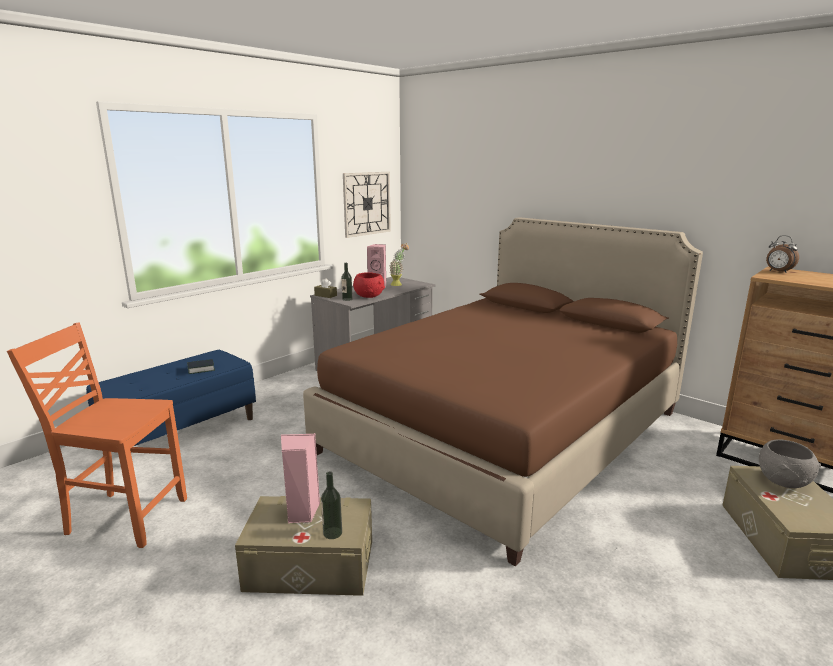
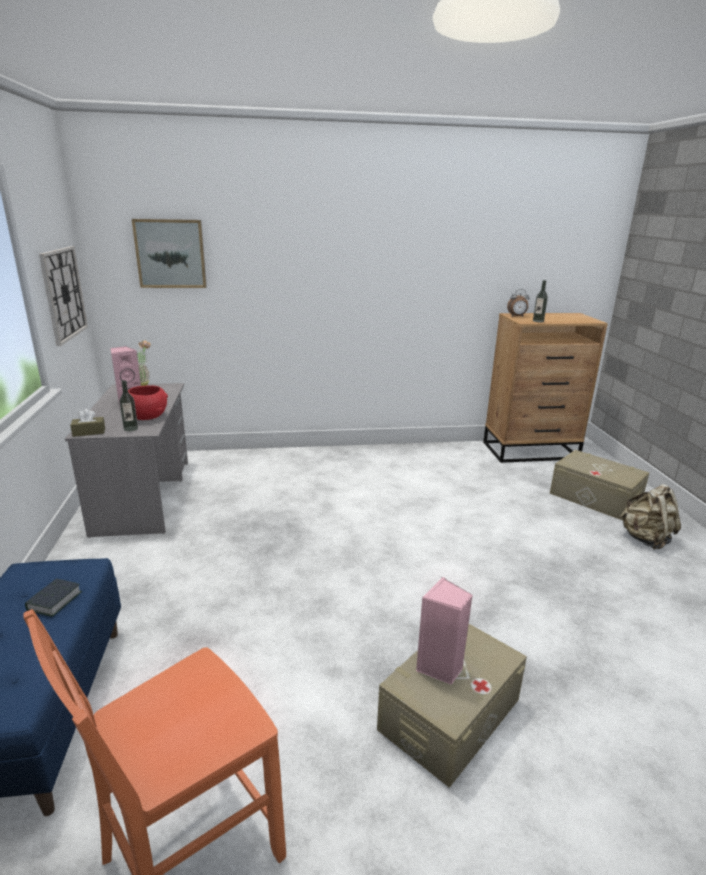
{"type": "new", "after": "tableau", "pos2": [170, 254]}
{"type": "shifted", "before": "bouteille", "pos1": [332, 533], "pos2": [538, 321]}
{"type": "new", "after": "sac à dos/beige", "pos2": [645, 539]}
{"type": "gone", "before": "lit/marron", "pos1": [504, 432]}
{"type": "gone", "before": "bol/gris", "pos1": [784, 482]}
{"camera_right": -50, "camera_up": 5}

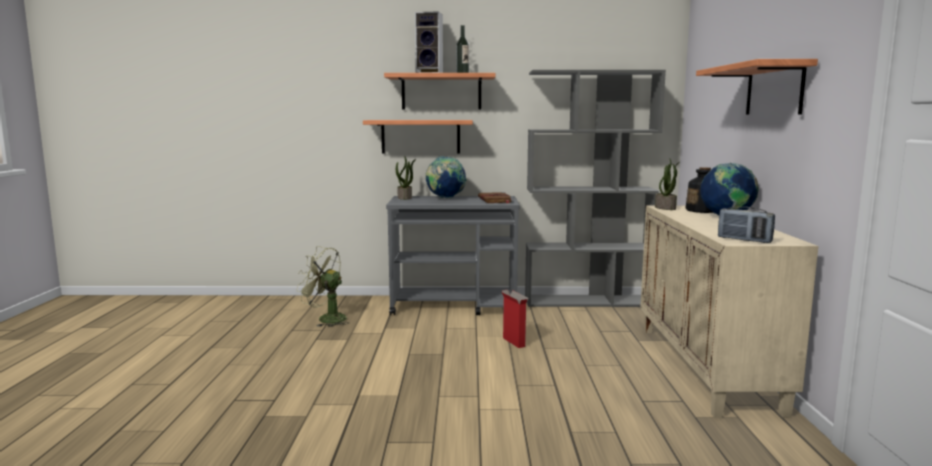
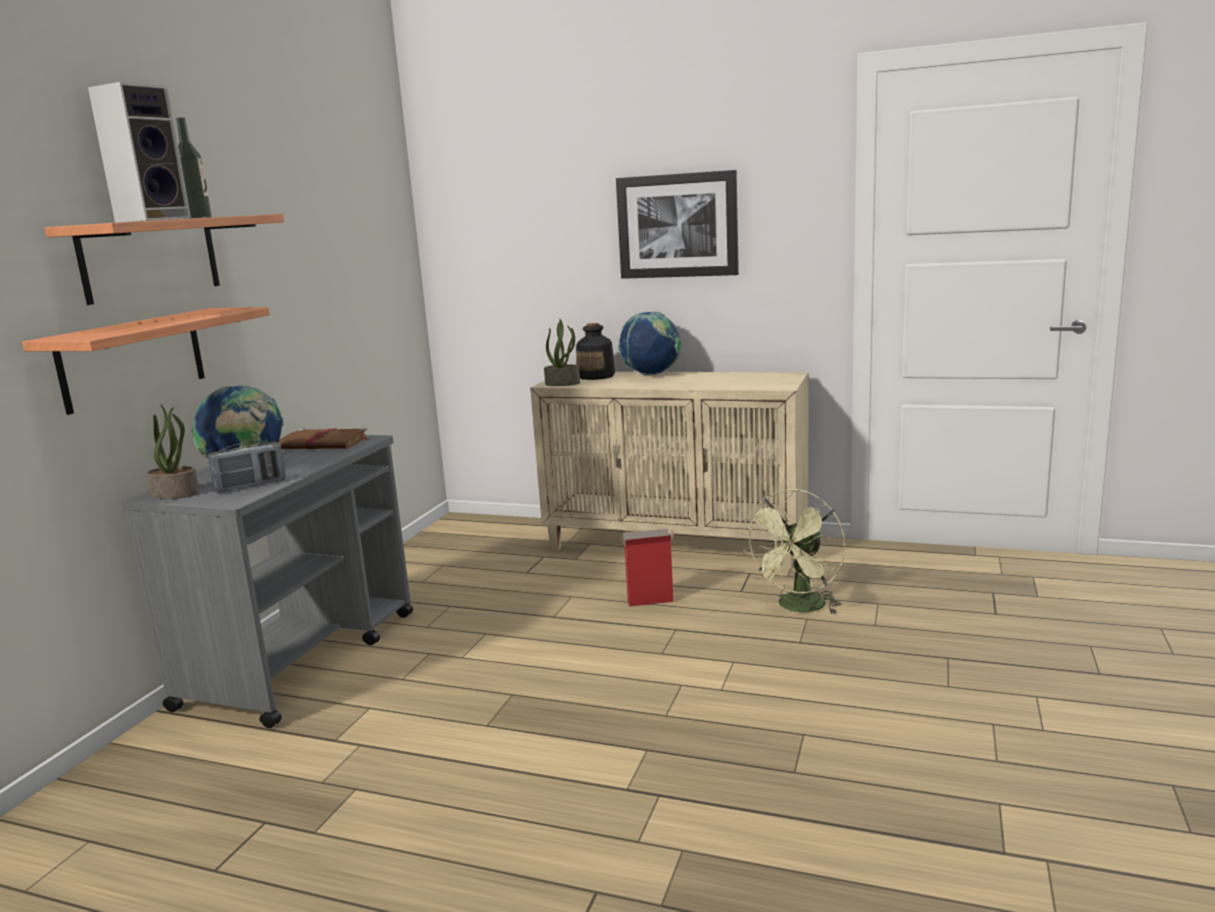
{"type": "shifted", "before": "radio", "pos1": [744, 240], "pos2": [250, 486]}
{"type": "swapped", "before": "étagère", "after": "tableau", "pos1": [774, 90], "pos2": [677, 226]}
{"type": "shifted", "before": "carton", "pos1": [513, 342], "pos2": [649, 602]}
{"type": "shifted", "before": "ventilateur/vert", "pos1": [326, 319], "pos2": [798, 608]}
{"type": "gone", "before": "bibliothèque/gris", "pos1": [587, 301]}
{"camera_right": -70, "camera_up": 5}

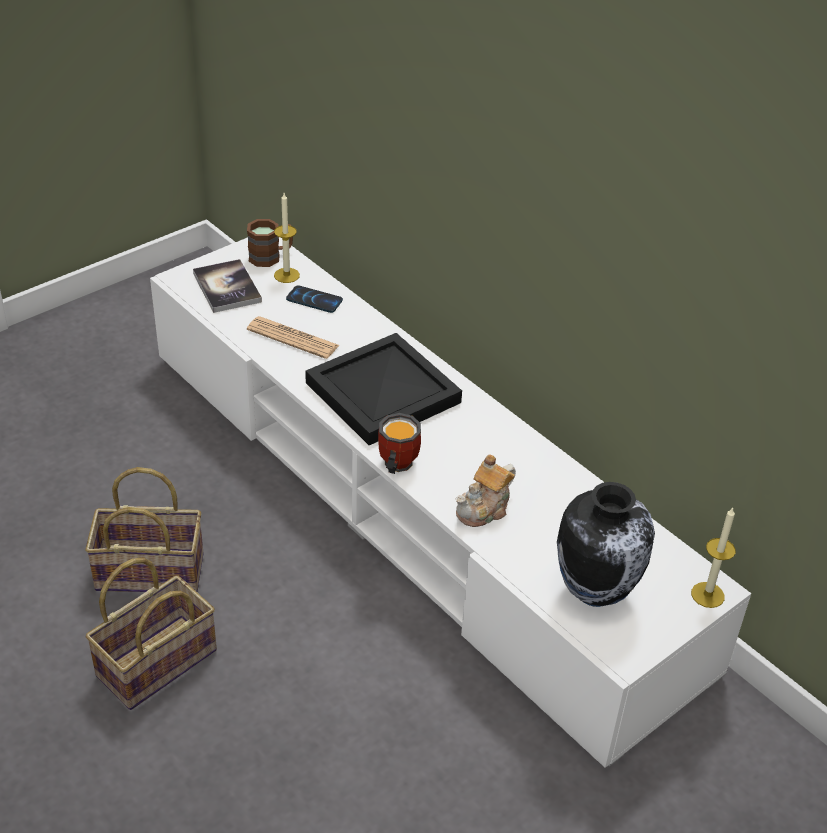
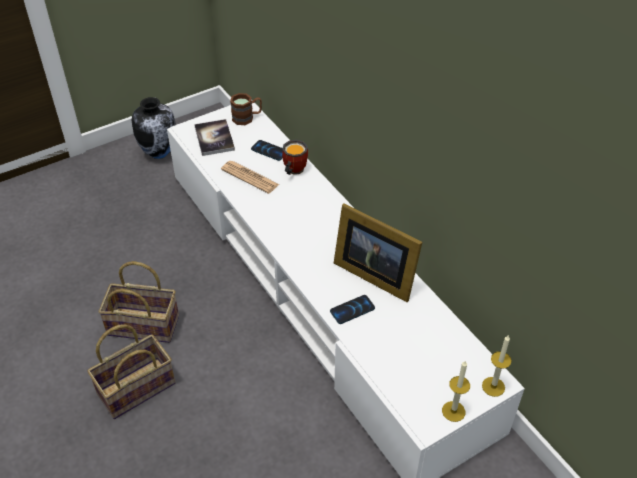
{"type": "shifted", "before": "vase", "pos1": [596, 592], "pos2": [160, 153]}
{"type": "shifted", "before": "mug", "pos1": [394, 465], "pos2": [293, 170]}
{"type": "swapped", "before": "théière", "after": "téléphone", "pos1": [484, 509], "pos2": [352, 310]}
{"type": "new", "after": "cadre photo", "pos2": [374, 273]}
{"type": "shifted", "before": "bougie", "pos1": [286, 275], "pos2": [453, 411]}
{"type": "gone", "before": "plateau/noir", "pos1": [385, 393]}
{"camera_right": 10, "camera_up": 5}

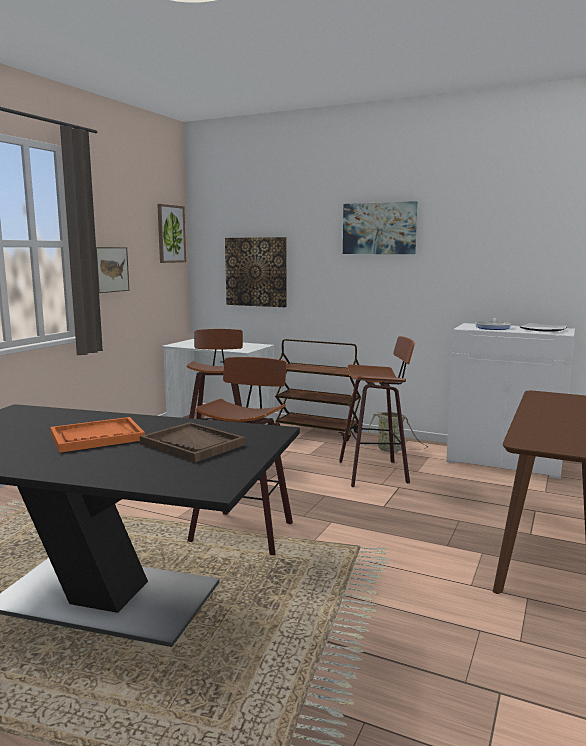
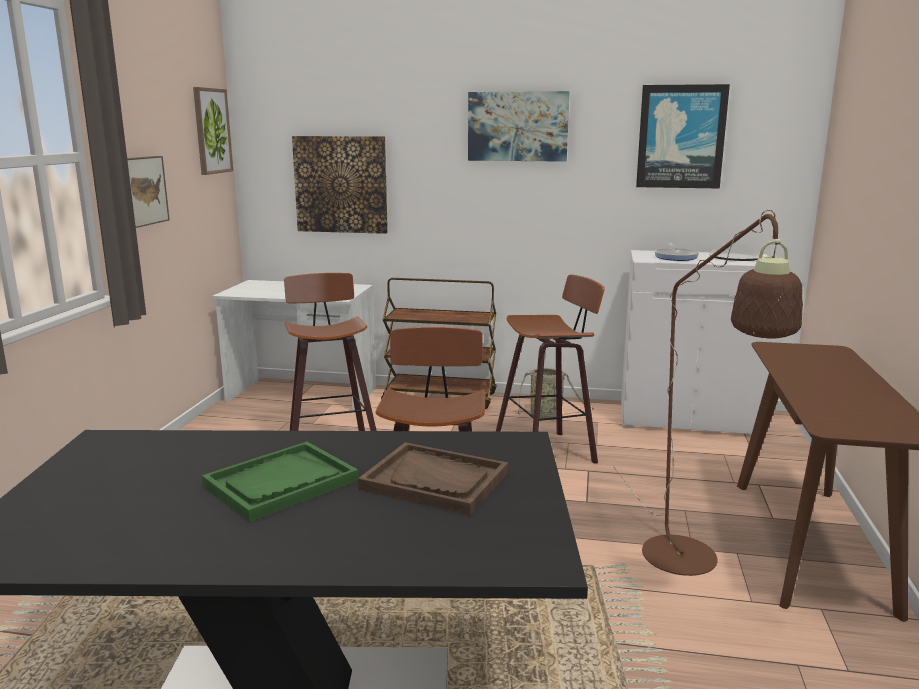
{"type": "repainted", "before": "plateau/orange", "after": "plateau/vert", "pos1": [97, 437], "pos2": [281, 483]}
{"type": "new", "after": "lampadaire/marron", "pos2": [688, 566]}
{"type": "new", "after": "tableau", "pos2": [681, 137]}
{"camera_right": -15, "camera_up": 5}

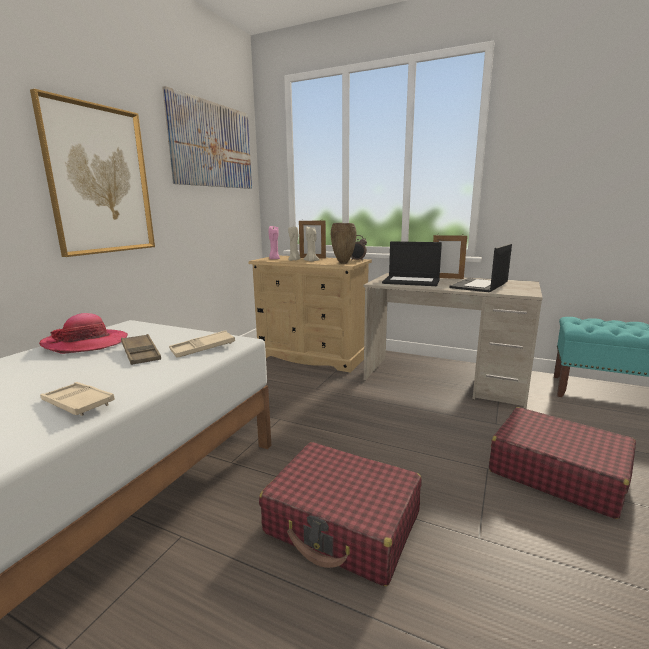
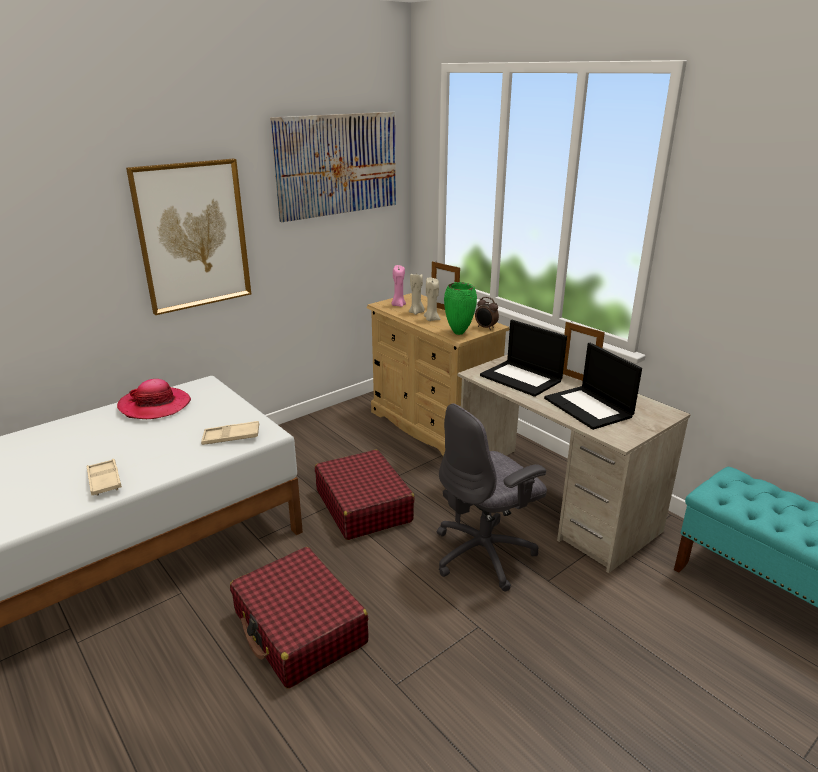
{"type": "shifted", "before": "valise/rouge", "pos1": [556, 472], "pos2": [363, 505]}
{"type": "new", "after": "chaise de bureau/gris", "pos2": [485, 554]}
{"type": "repainted", "before": "vase/marron", "after": "vase/vert", "pos1": [343, 263], "pos2": [459, 333]}
{"type": "rotated", "before": "ordinateur portable", "pos1": [479, 286], "pos2": [589, 407], "turn": -90}
{"type": "gone", "before": "plateau/marron", "pos1": [141, 353]}
{"camera_right": 25, "camera_up": 10}

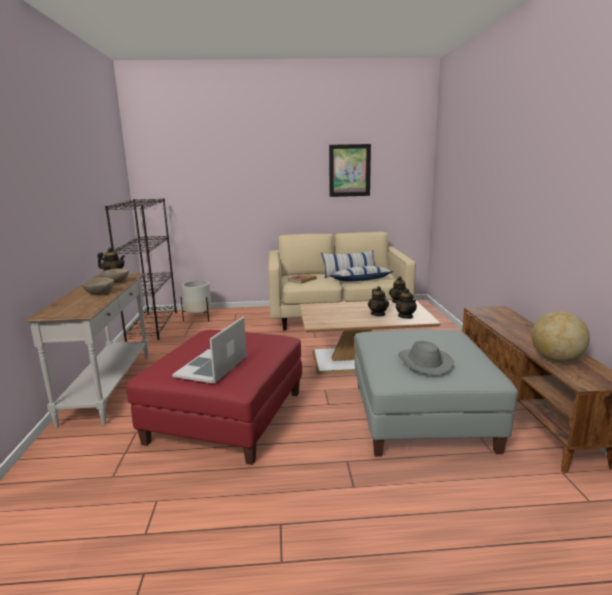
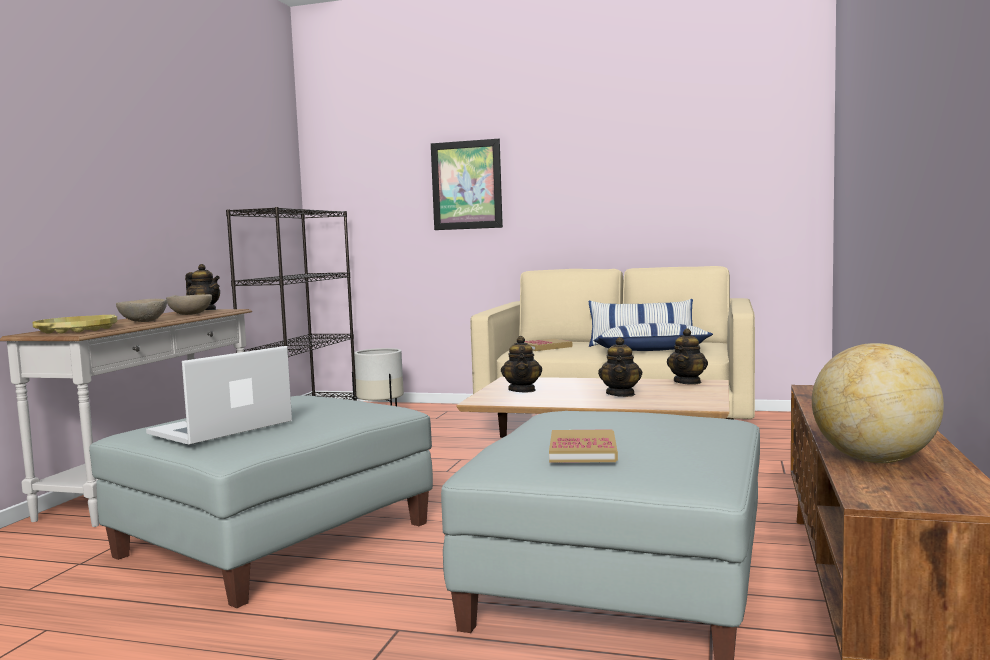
{"type": "new", "after": "plateau/jaune", "pos2": [77, 330]}
{"type": "repainted", "before": "pouf/rouge", "after": "pouf/gris", "pos1": [227, 417], "pos2": [275, 540]}
{"type": "shifted", "before": "tableau", "pos1": [349, 170], "pos2": [466, 185]}
{"type": "shifted", "before": "théière", "pos1": [405, 316], "pos2": [522, 390]}
{"type": "swapped", "before": "chapeau/gris", "after": "livre", "pos1": [423, 363], "pos2": [583, 450]}
{"camera_right": 20, "camera_up": -10}

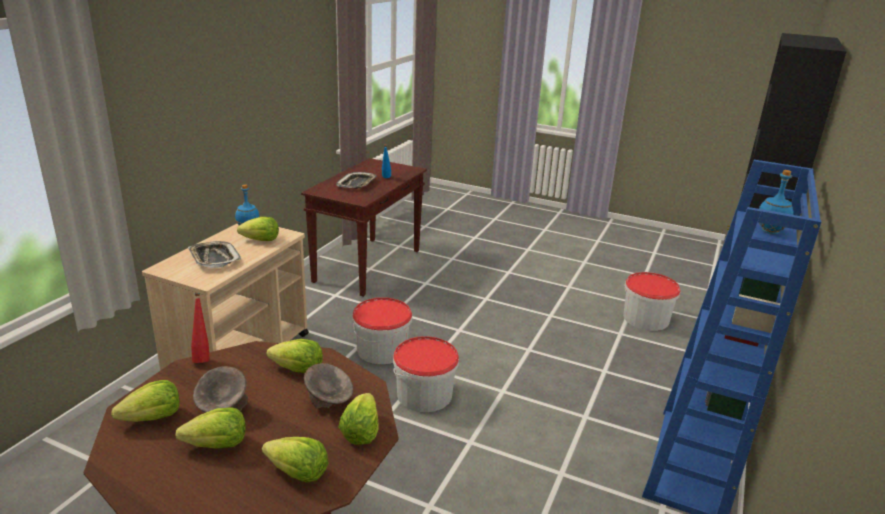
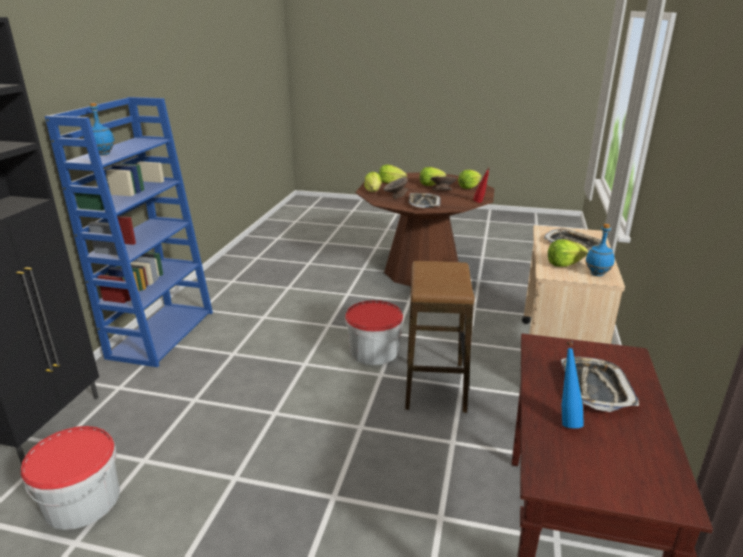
{"type": "swapped", "before": "seau", "after": "tabouret", "pos1": [382, 349], "pos2": [435, 386]}
{"type": "swapped", "before": "laitue", "after": "plateau", "pos1": [297, 370], "pos2": [424, 203]}
{"camera_right": 170, "camera_up": 0}

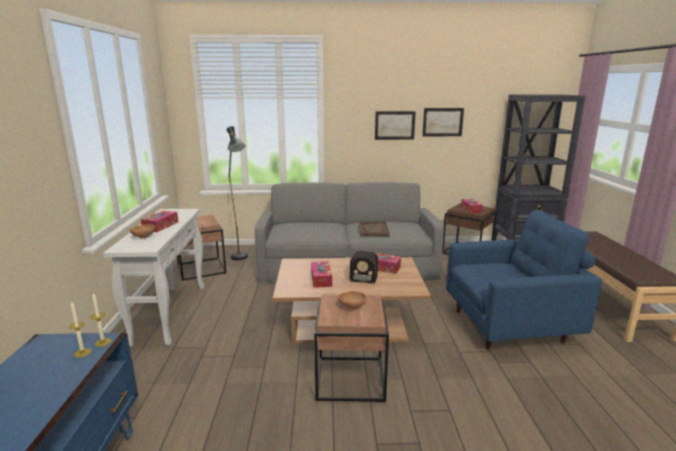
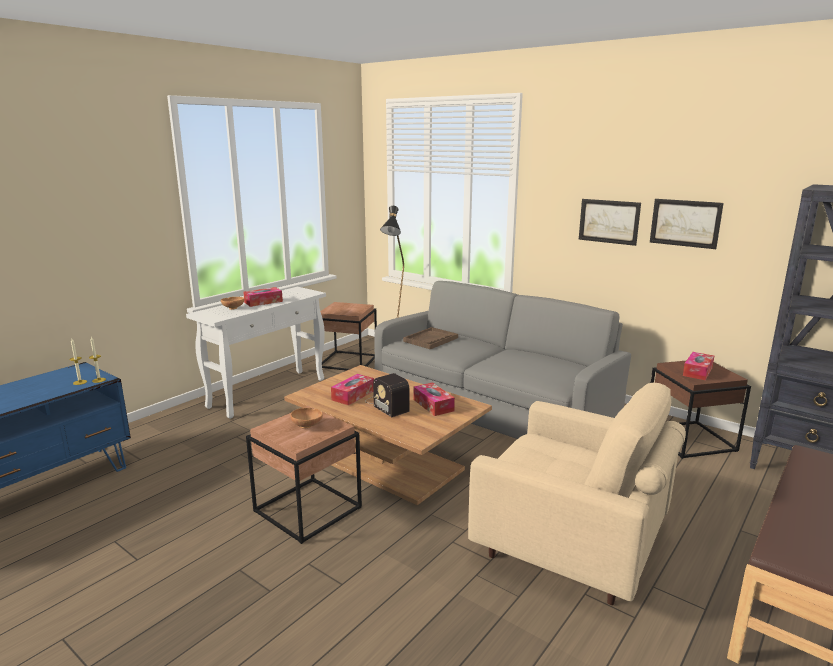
{"type": "shifted", "before": "plateau/marron", "pos1": [373, 230], "pos2": [430, 339]}
{"type": "repainted", "before": "fauteuil/bleu", "after": "fauteuil/beige", "pos1": [510, 326], "pos2": [571, 549]}
{"camera_right": 40, "camera_up": 0}

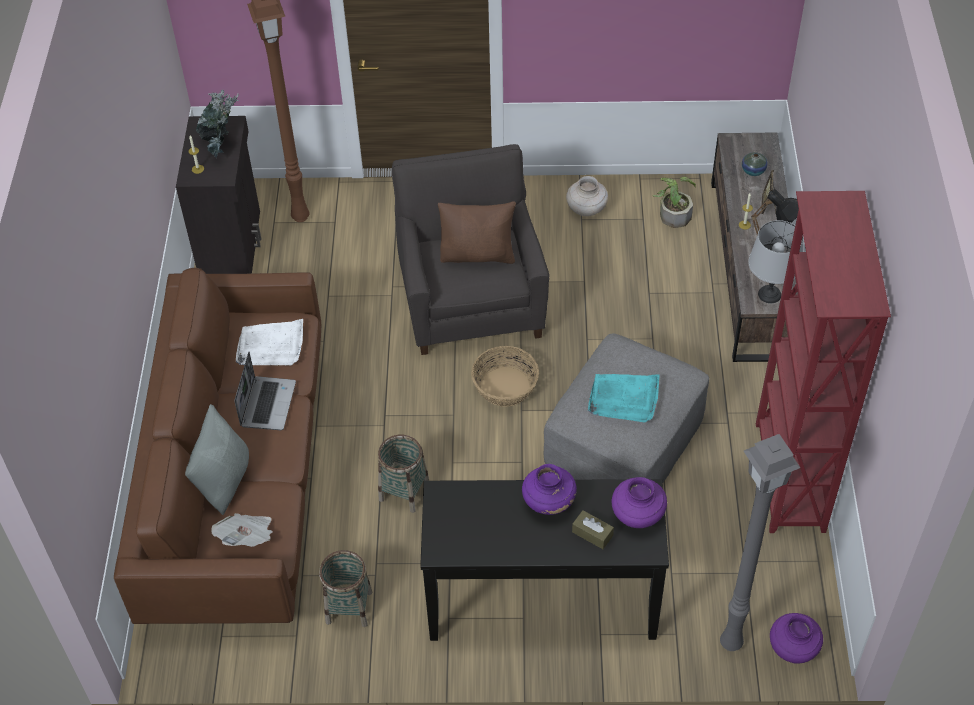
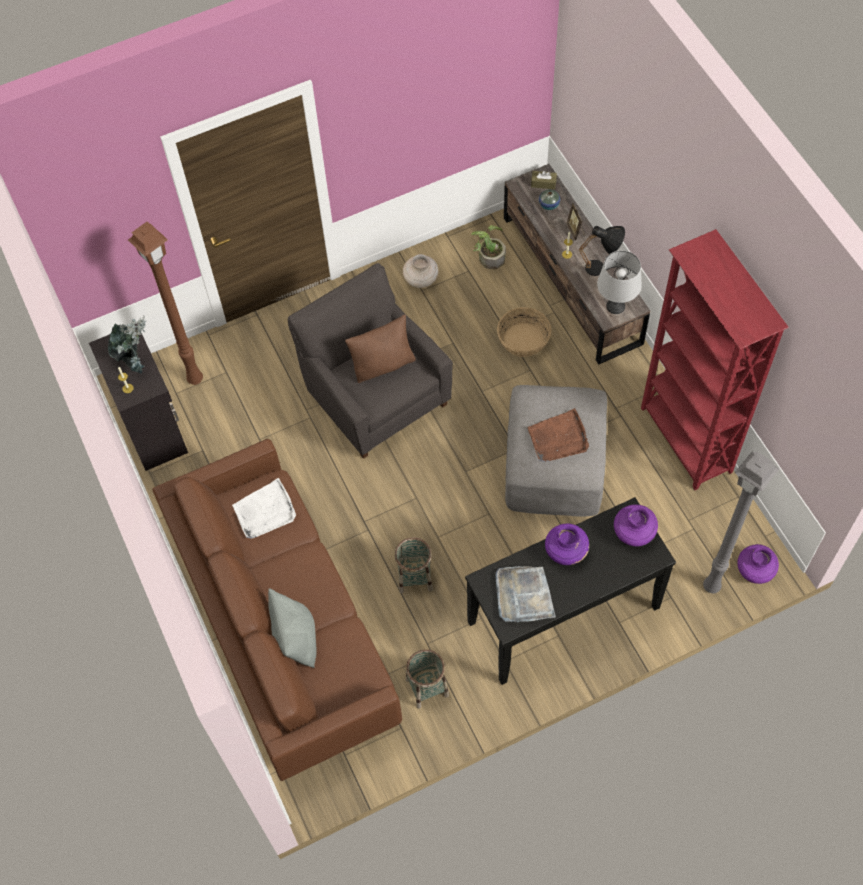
{"type": "new", "after": "plateau/gris", "pos2": [523, 596]}
{"type": "shifted", "before": "panier", "pos1": [504, 387], "pos2": [523, 340]}
{"type": "repainted", "before": "plateau/turquoise", "after": "plateau/marron", "pos1": [624, 399], "pos2": [558, 438]}
{"type": "shifted", "before": "boîte à mouchoirs/marron", "pos1": [592, 534], "pos2": [543, 183]}
{"type": "gone", "before": "journal", "pos1": [247, 538]}
{"type": "gone", "before": "ordinateur portable", "pos1": [267, 403]}
{"camera_right": -25, "camera_up": 10}

